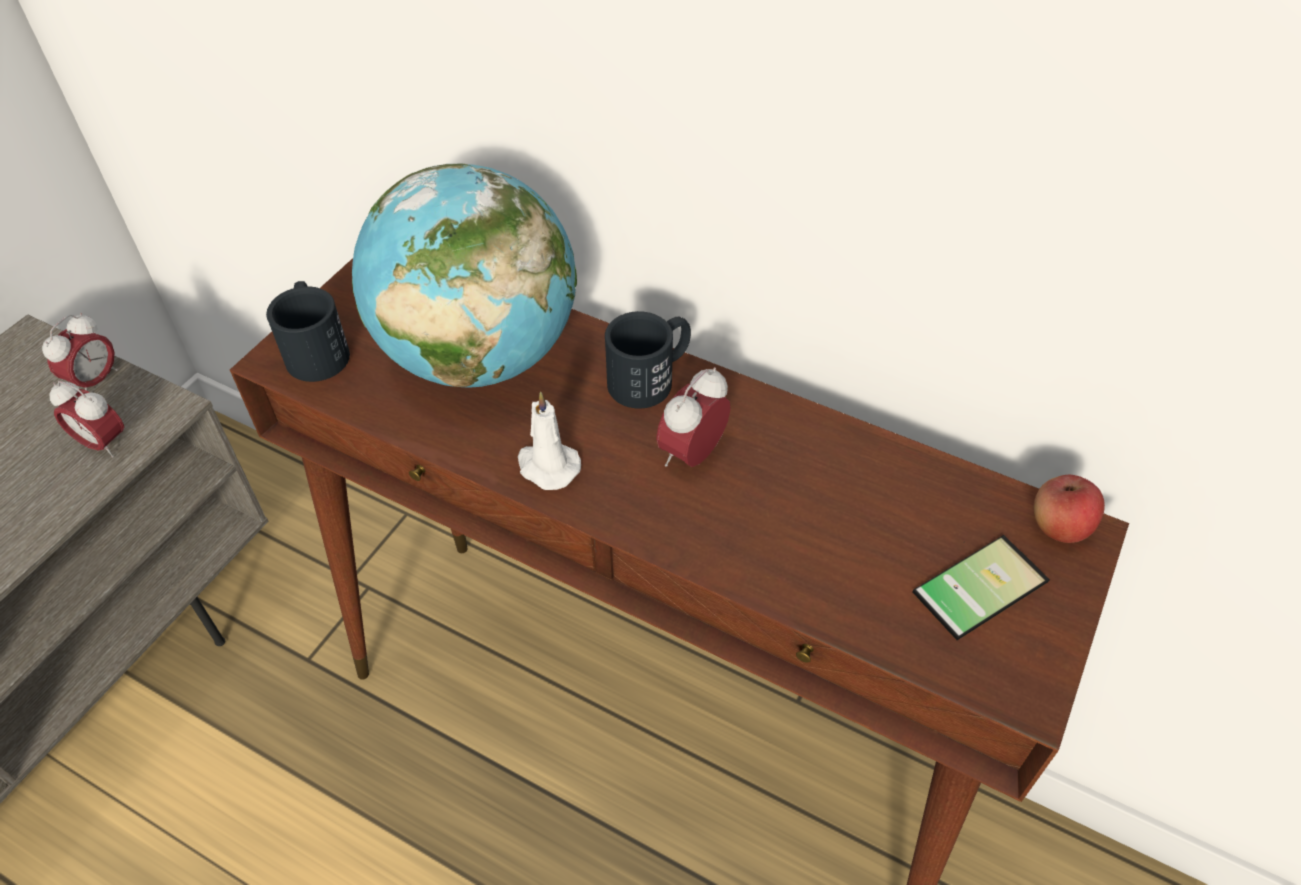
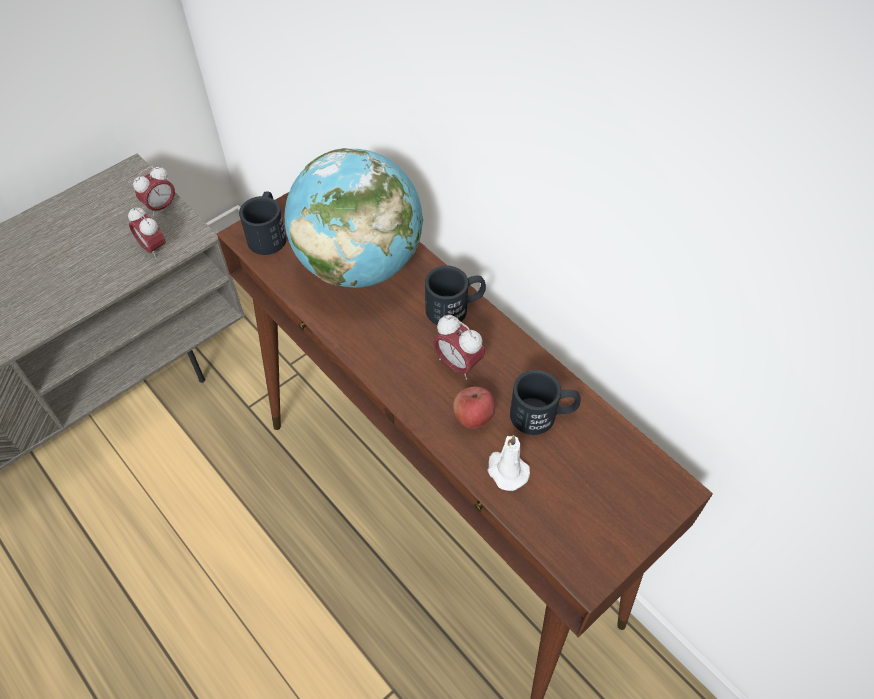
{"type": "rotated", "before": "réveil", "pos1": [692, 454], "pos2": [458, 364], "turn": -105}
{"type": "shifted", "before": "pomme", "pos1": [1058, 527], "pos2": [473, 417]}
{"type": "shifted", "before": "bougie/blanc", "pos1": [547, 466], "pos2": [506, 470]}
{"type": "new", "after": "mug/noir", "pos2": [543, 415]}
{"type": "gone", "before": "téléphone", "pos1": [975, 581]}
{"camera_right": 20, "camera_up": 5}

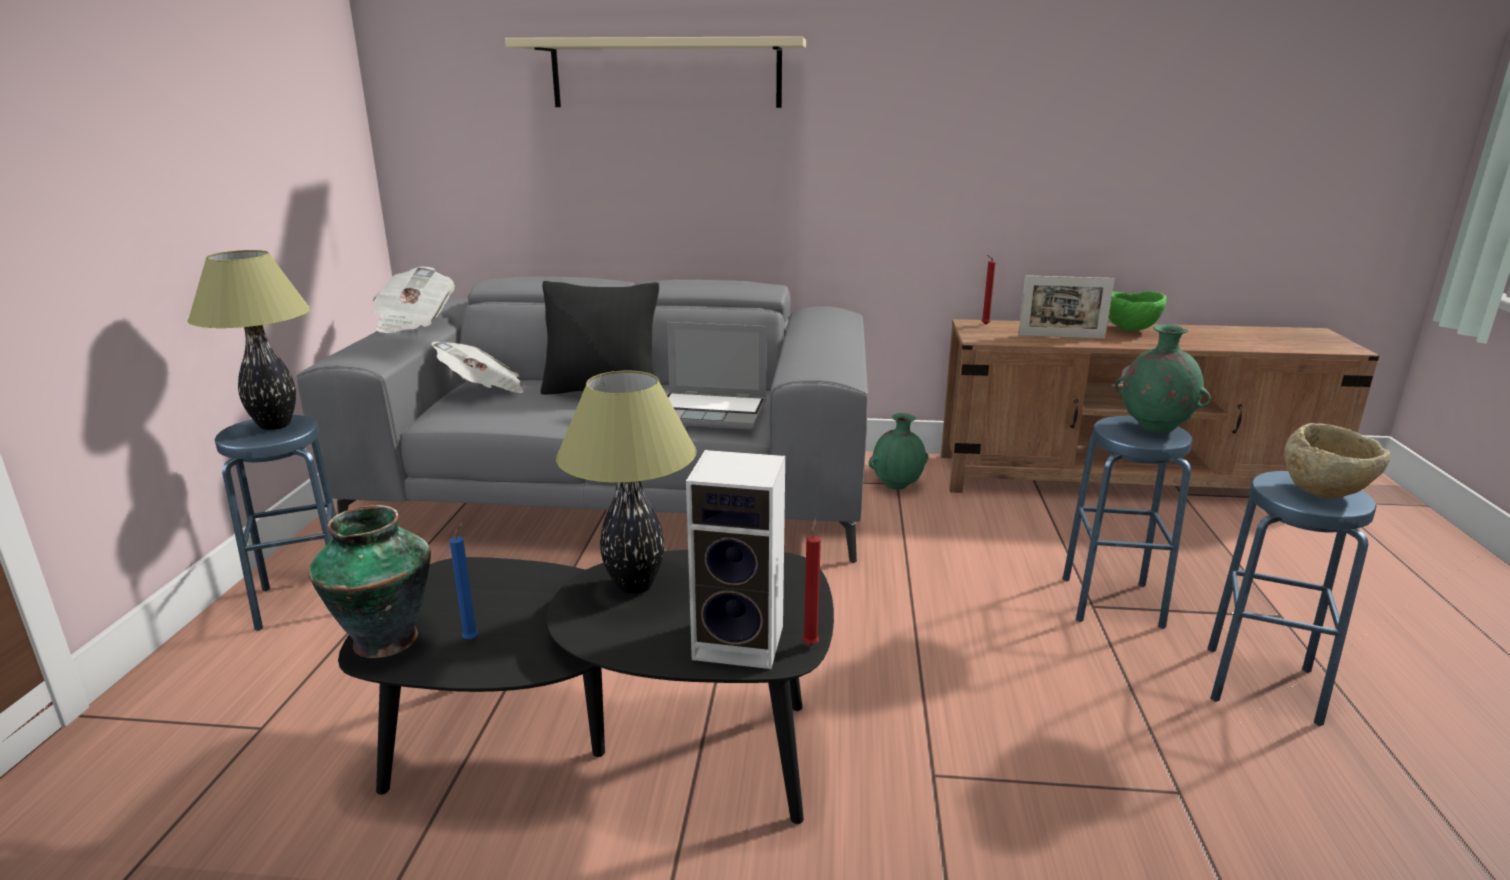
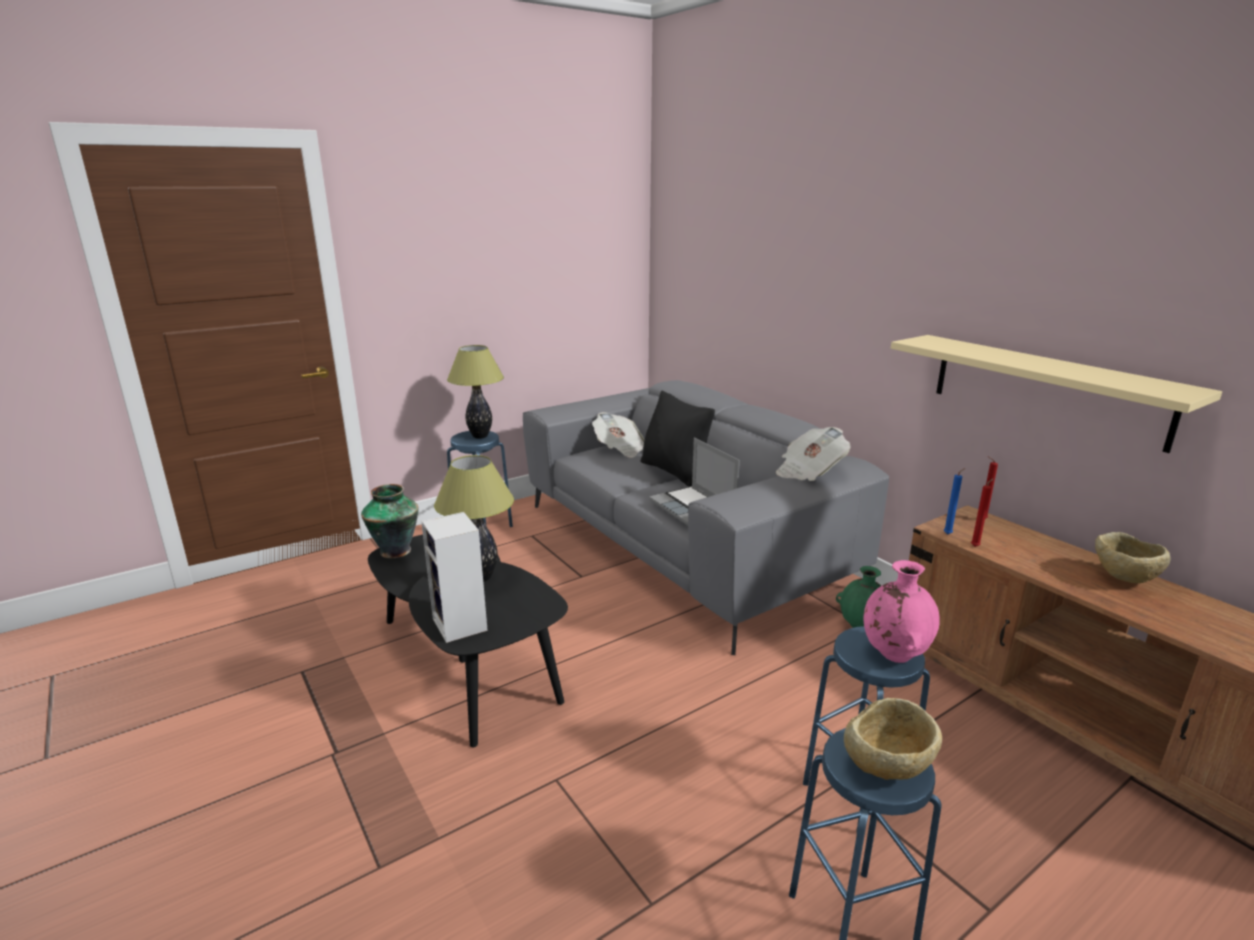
{"type": "shifted", "before": "journal", "pos1": [413, 322], "pos2": [809, 471]}
{"type": "repainted", "before": "vase/vert", "after": "vase/rose", "pos1": [1154, 428], "pos2": [894, 654]}
{"type": "shifted", "before": "étagère/beige", "pos1": [666, 74], "pos2": [1046, 389]}
{"type": "shifted", "before": "bougie/bleu", "pos1": [472, 638], "pos2": [948, 534]}
{"type": "shifted", "before": "bougie/rouge", "pos1": [811, 643], "pos2": [976, 546]}
{"type": "repainted", "before": "bol/vert", "after": "bol/beige", "pos1": [1130, 330], "pos2": [1122, 579]}
{"type": "gone", "before": "cadre photo", "pos1": [1061, 336]}
{"camera_right": 50, "camera_up": 0}

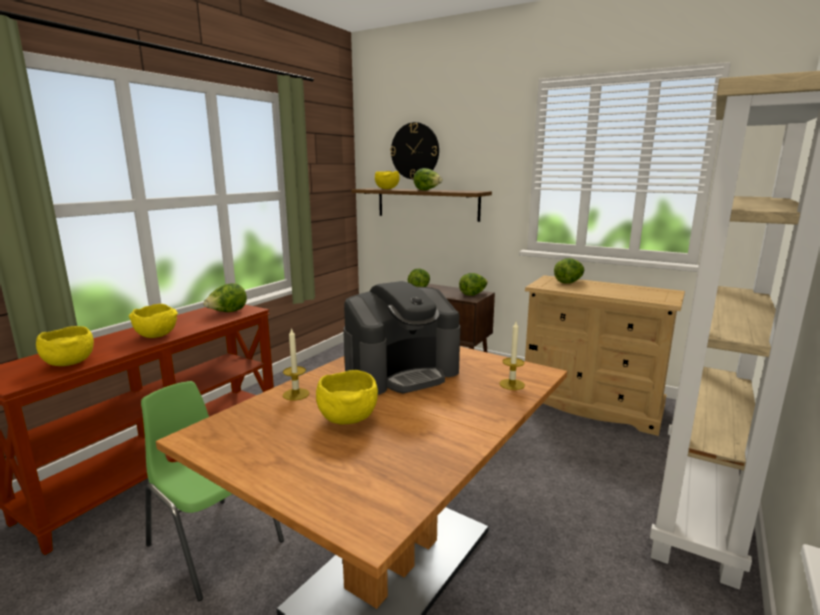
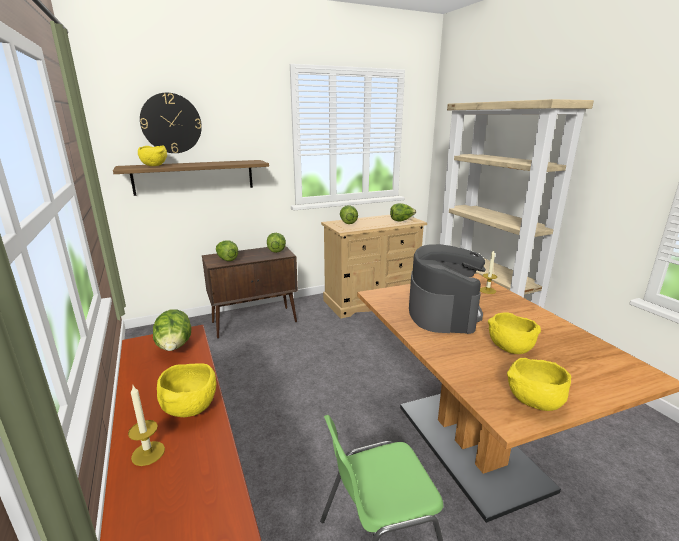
{"type": "shifted", "before": "bougie", "pos1": [296, 394], "pos2": [148, 453]}
{"type": "shifted", "before": "laitue", "pos1": [427, 190], "pos2": [401, 220]}
{"type": "shifted", "before": "bol/jaune", "pos1": [69, 363], "pos2": [533, 403]}
{"camera_right": -55, "camera_up": 5}

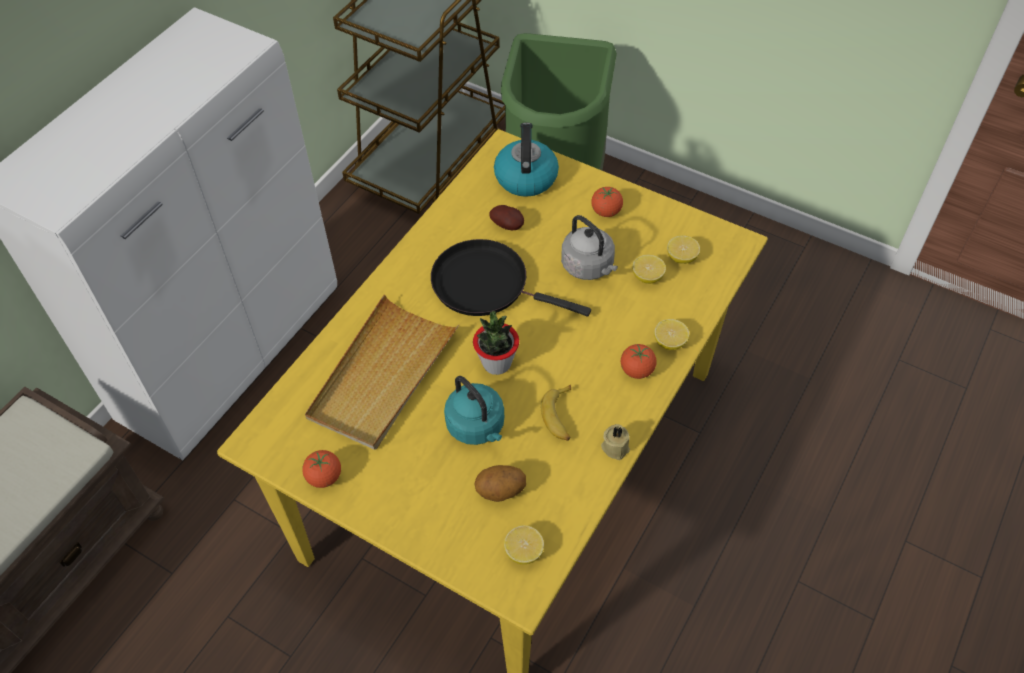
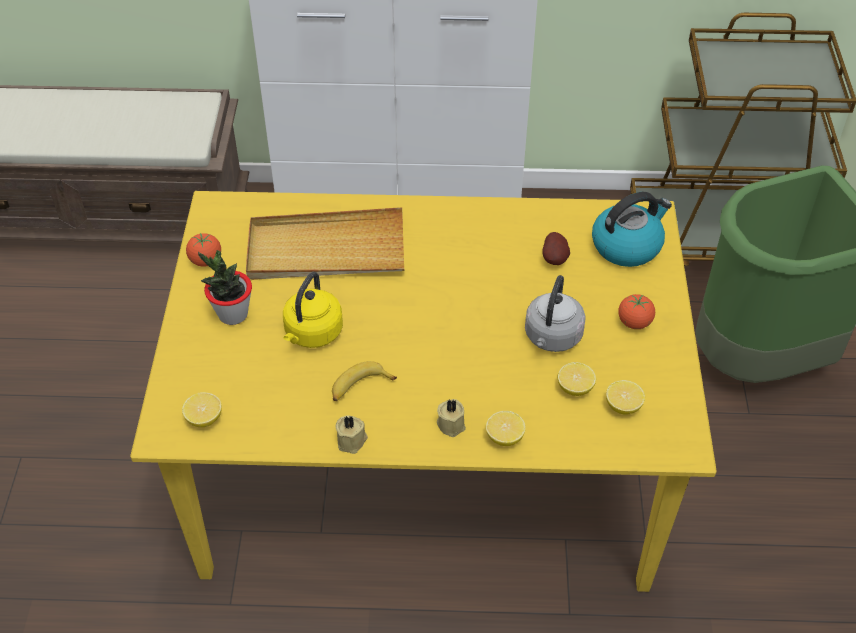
{"type": "shifted", "before": "plante en pot", "pos1": [496, 363], "pos2": [232, 314]}
{"type": "repainted", "before": "bouilloire/turquoise", "after": "bouilloire/jaune", "pos1": [477, 427], "pos2": [312, 334]}
{"type": "swapped", "before": "tomate", "after": "bougie/beige", "pos1": [637, 370], "pos2": [451, 424]}
{"type": "gone", "before": "poêle/noir", "pos1": [486, 284]}
{"type": "gone", "before": "pomme de terre", "pos1": [500, 492]}
{"camera_right": 60, "camera_up": -5}

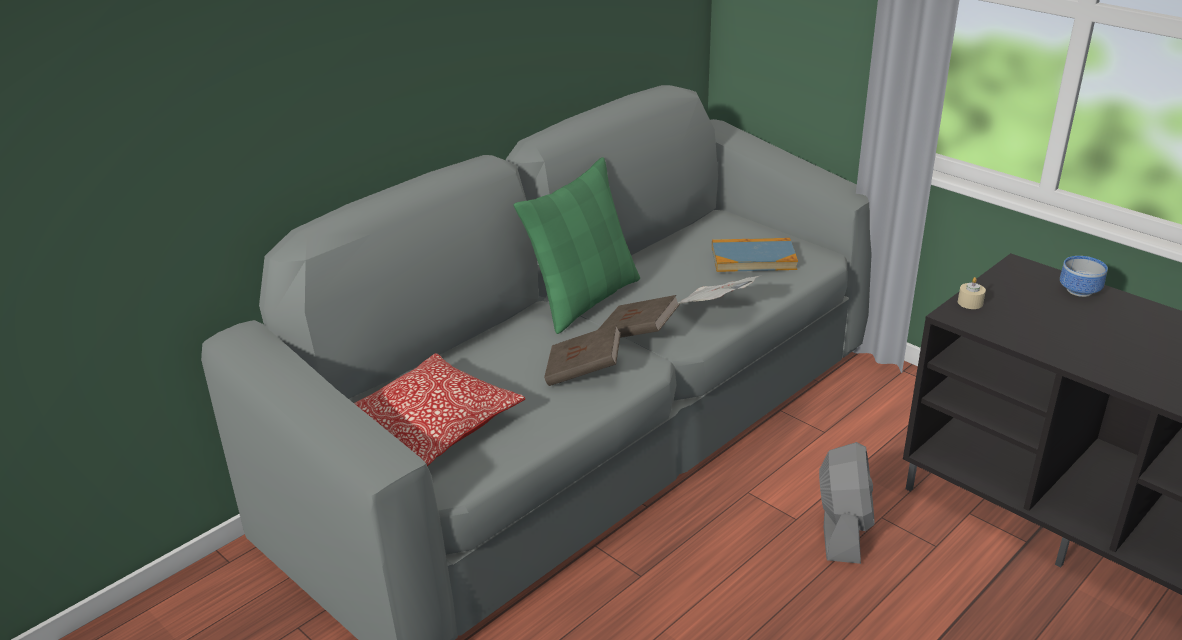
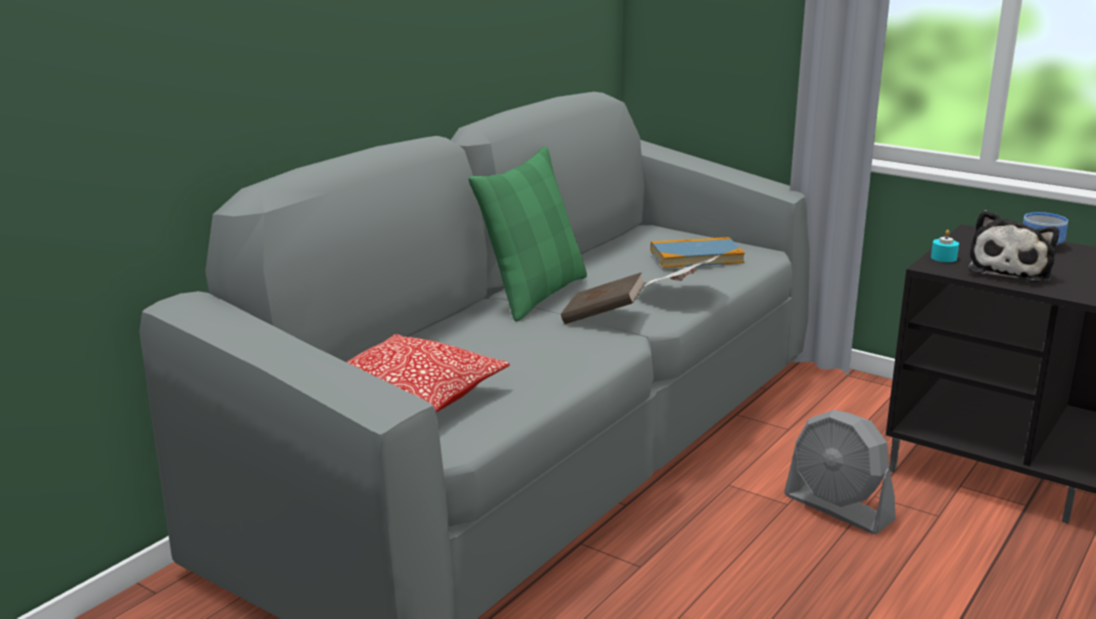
{"type": "rotated", "before": "ventilateur/gris", "pos1": [842, 529], "pos2": [838, 508], "turn": 135}
{"type": "repainted", "before": "bougie/beige", "after": "bougie/turquoise", "pos1": [970, 302], "pos2": [943, 258]}
{"type": "new", "after": "peluche", "pos2": [1011, 270]}
{"type": "gone", "before": "livre/marron", "pos1": [583, 372]}
{"camera_right": -10, "camera_up": -10}

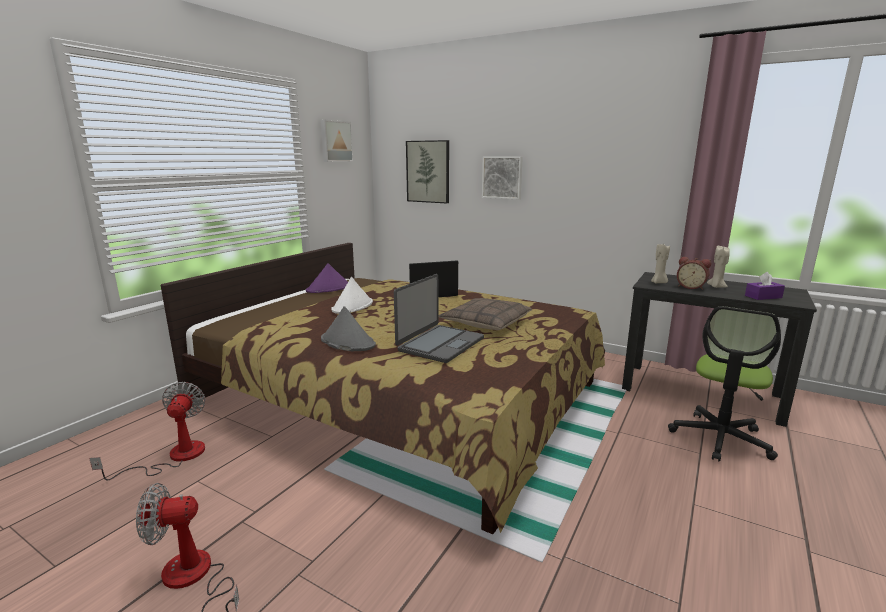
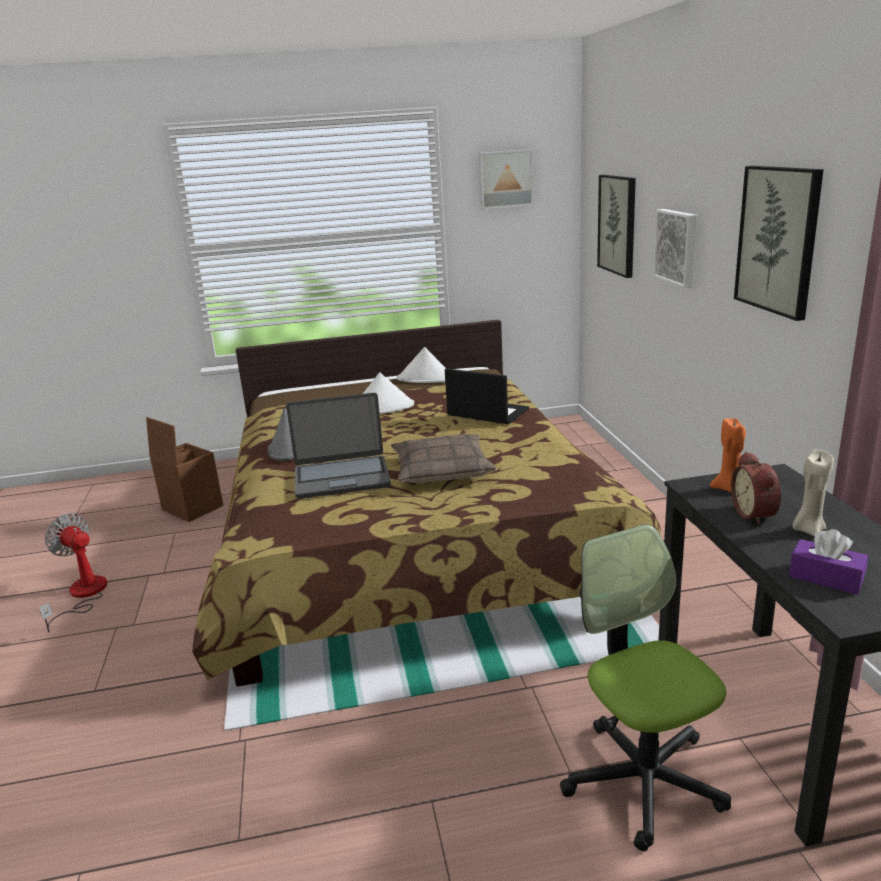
{"type": "swapped", "before": "ventilateur", "after": "boîte de rangement/marron", "pos1": [174, 457], "pos2": [191, 508]}
{"type": "repainted", "before": "chapeau/violet", "after": "chapeau/blanc", "pos1": [329, 289], "pos2": [426, 379]}
{"type": "rotated", "before": "chaise de bureau", "pos1": [720, 438], "pos2": [643, 780], "turn": 75}
{"type": "repainted", "before": "bougie/beige", "after": "bougie/orange", "pos1": [659, 283], "pos2": [728, 489]}
{"type": "new", "after": "tableau", "pos2": [778, 240]}
{"camera_right": 50, "camera_up": 5}

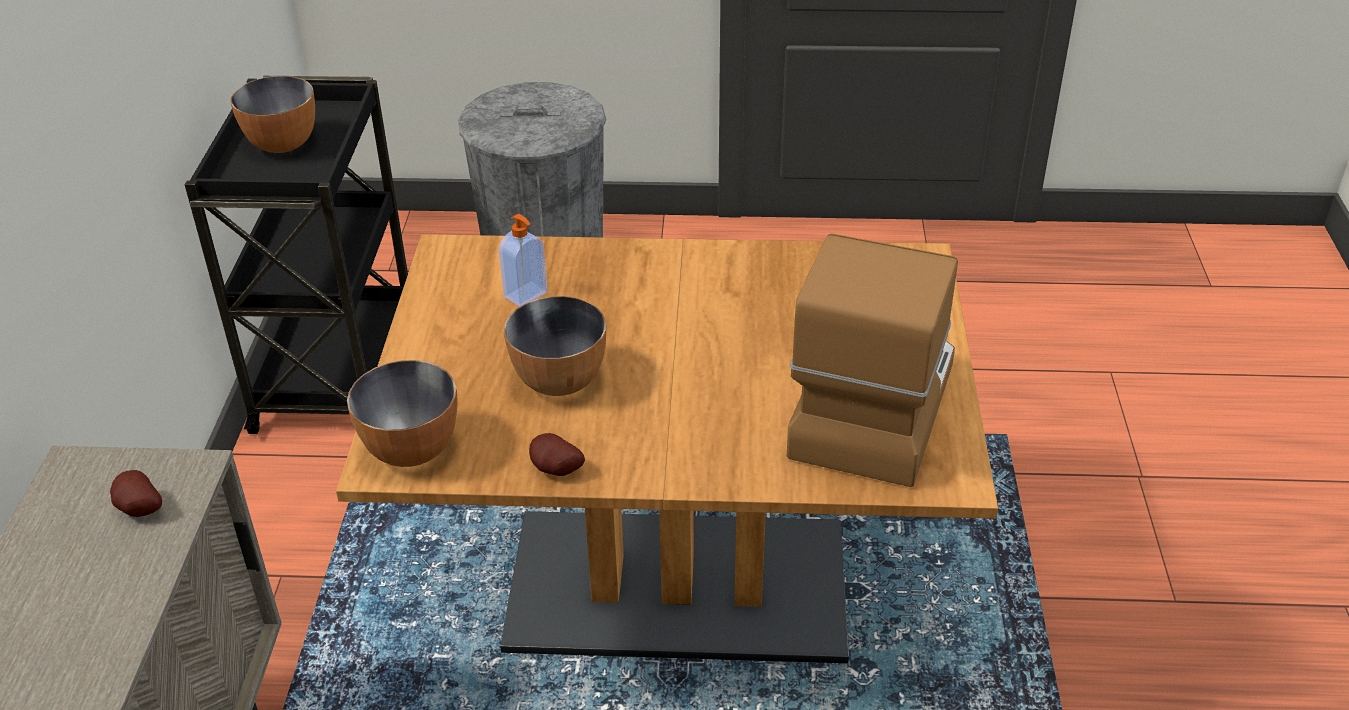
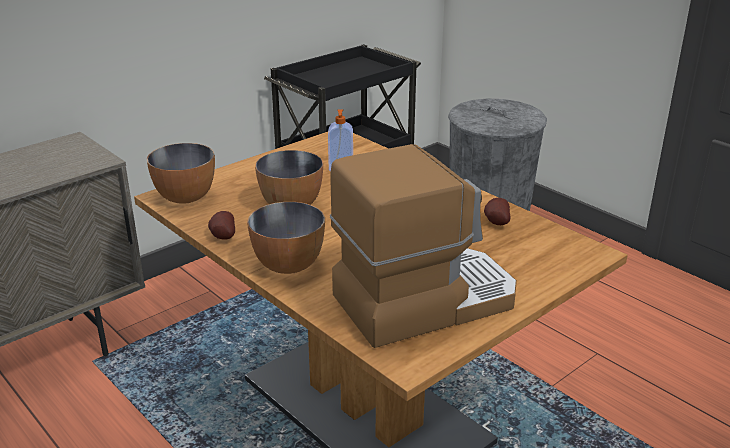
{"type": "shifted", "before": "bol", "pos1": [282, 145], "pos2": [288, 265]}
{"type": "shifted", "before": "pomme de terre", "pos1": [138, 510], "pos2": [495, 222]}
{"camera_right": 45, "camera_up": -10}

